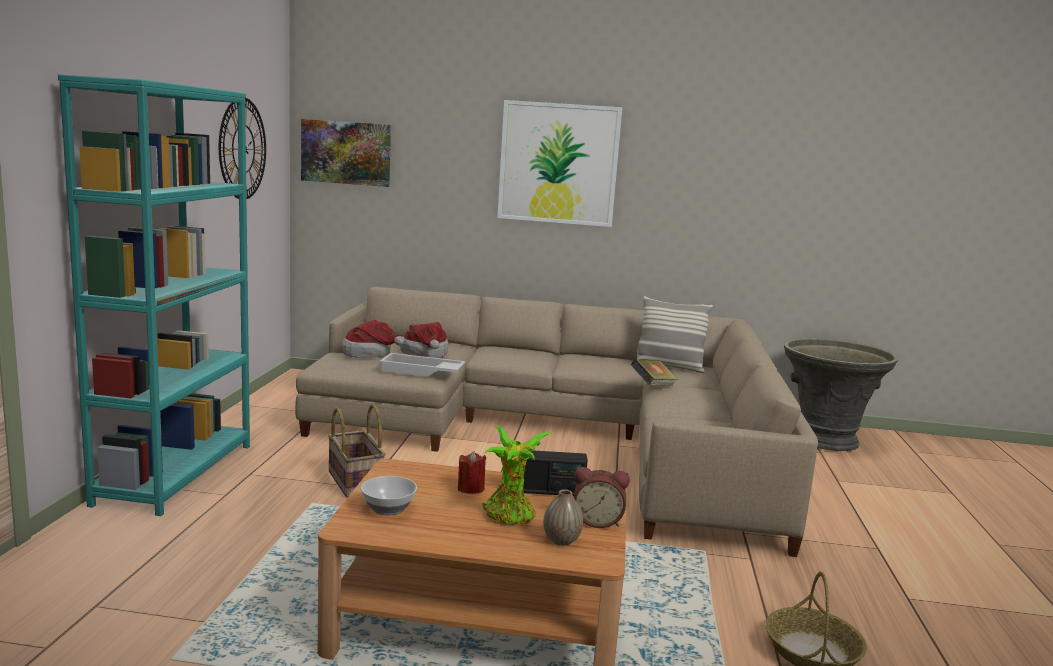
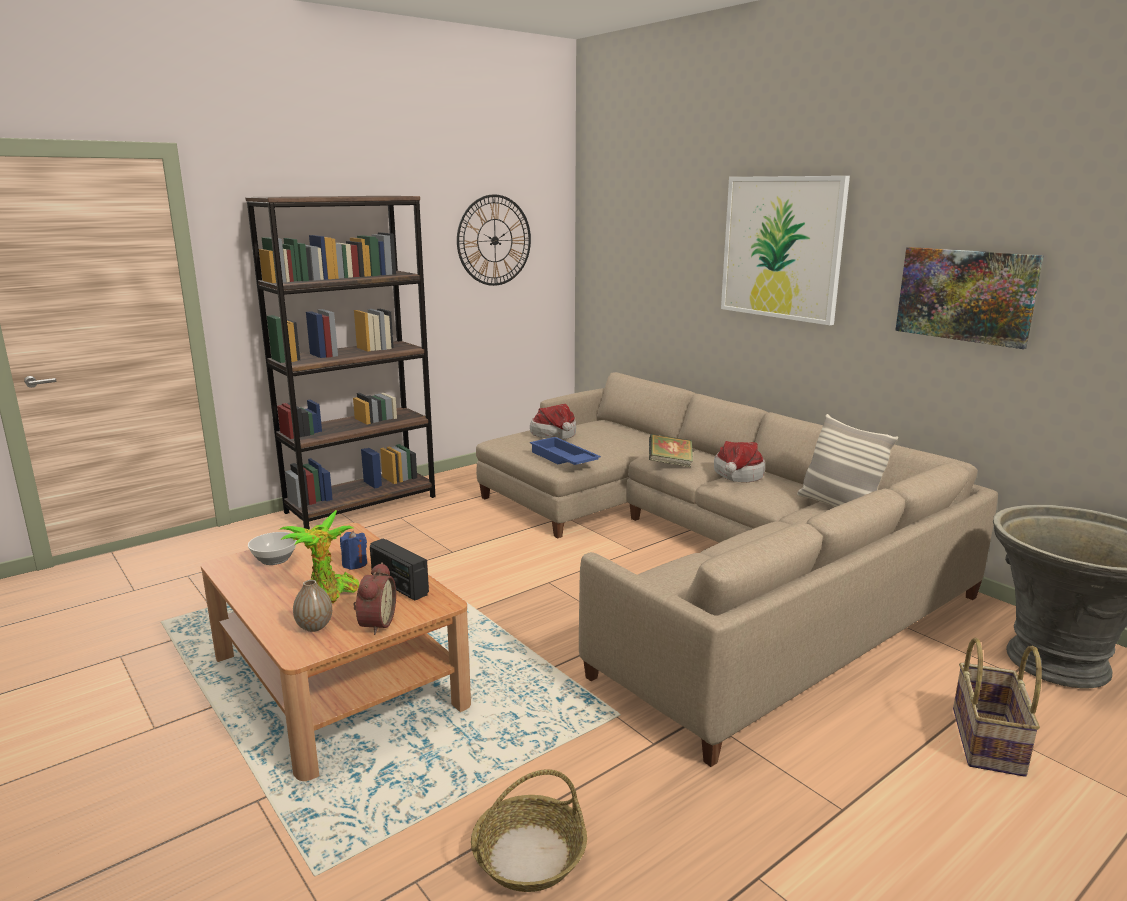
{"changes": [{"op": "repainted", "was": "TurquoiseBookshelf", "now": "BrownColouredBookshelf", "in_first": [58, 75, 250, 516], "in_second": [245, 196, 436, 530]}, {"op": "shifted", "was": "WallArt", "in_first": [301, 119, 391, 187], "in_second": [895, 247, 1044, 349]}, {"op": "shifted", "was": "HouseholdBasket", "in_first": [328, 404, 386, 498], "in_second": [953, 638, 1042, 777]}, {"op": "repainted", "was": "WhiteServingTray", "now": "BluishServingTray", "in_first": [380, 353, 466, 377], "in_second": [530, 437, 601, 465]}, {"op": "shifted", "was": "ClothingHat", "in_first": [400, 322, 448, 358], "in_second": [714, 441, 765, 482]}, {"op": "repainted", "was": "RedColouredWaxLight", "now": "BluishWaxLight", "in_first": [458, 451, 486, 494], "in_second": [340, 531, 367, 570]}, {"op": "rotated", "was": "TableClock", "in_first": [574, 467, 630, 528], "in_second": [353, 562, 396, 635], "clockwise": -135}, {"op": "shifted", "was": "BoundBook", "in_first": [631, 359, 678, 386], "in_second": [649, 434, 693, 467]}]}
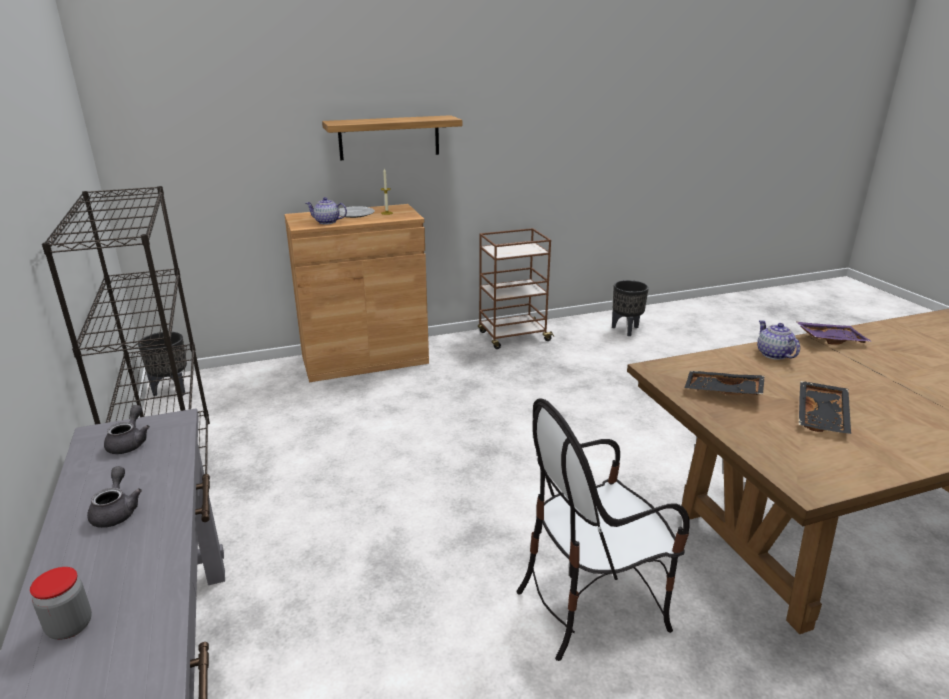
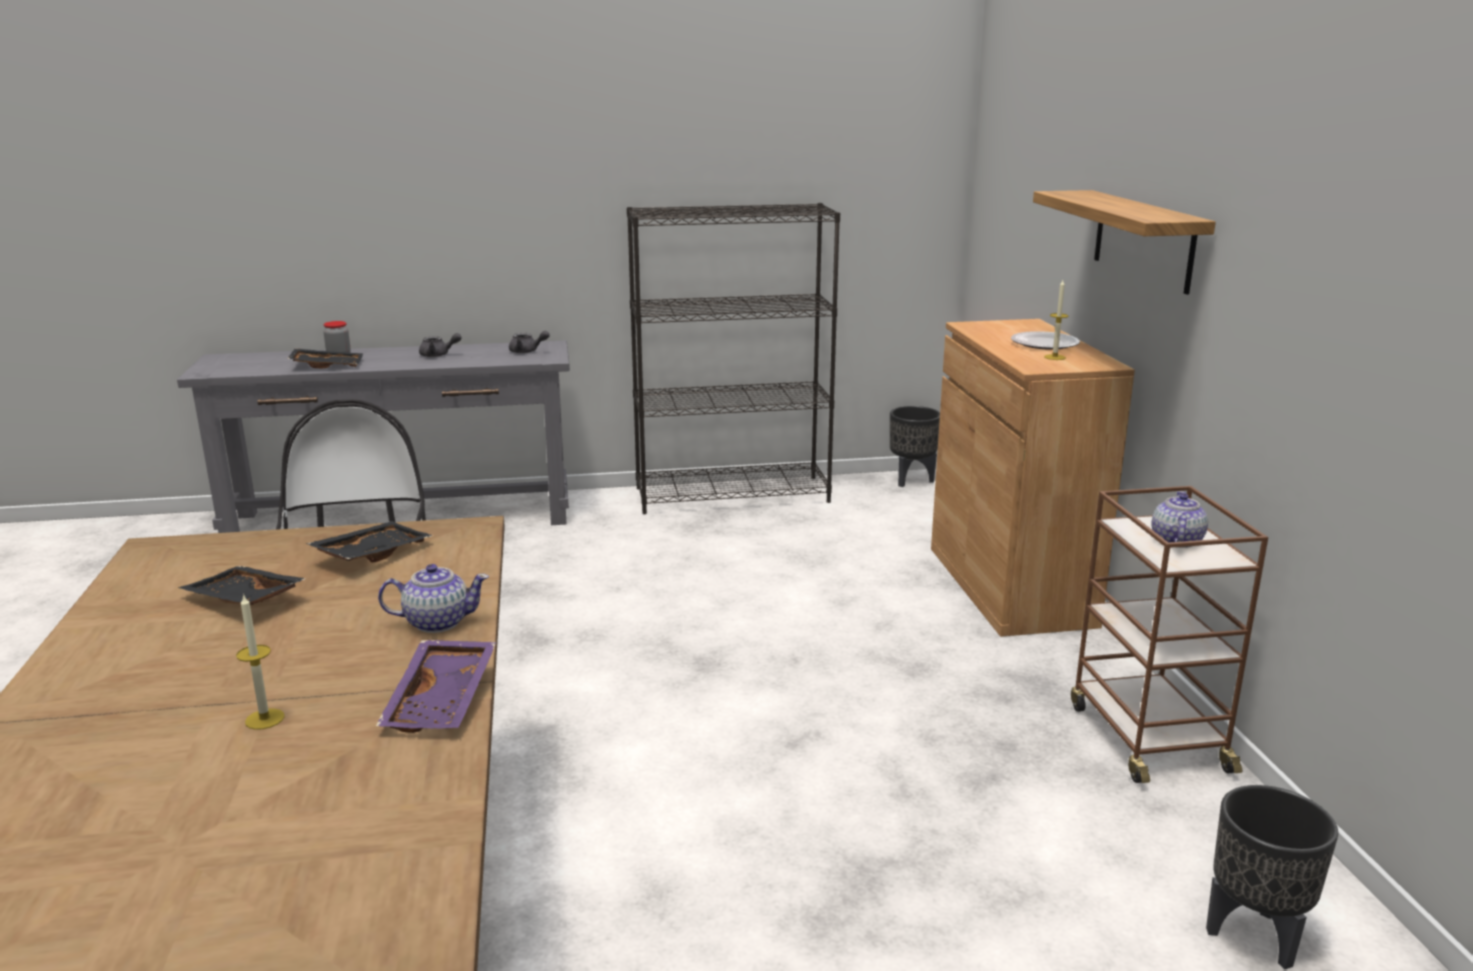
{"changes": [{"op": "shifted", "was": "Teapot", "in_first": [306, 197, 347, 224], "in_second": [1152, 491, 1208, 548]}, {"op": "new", "now": "WaxLight", "in_second": [236, 594, 285, 730]}, {"op": "new", "now": "BlackishServingTray", "in_second": [287, 348, 363, 368]}]}
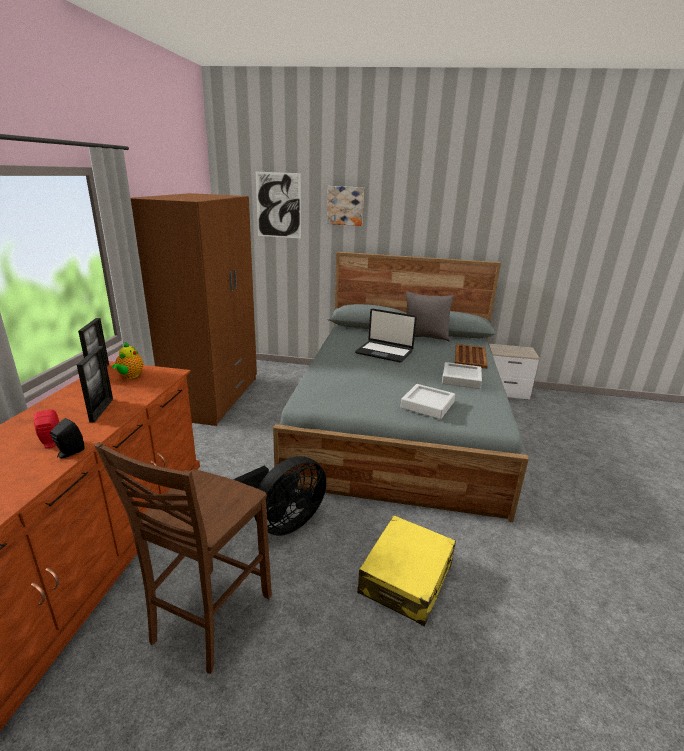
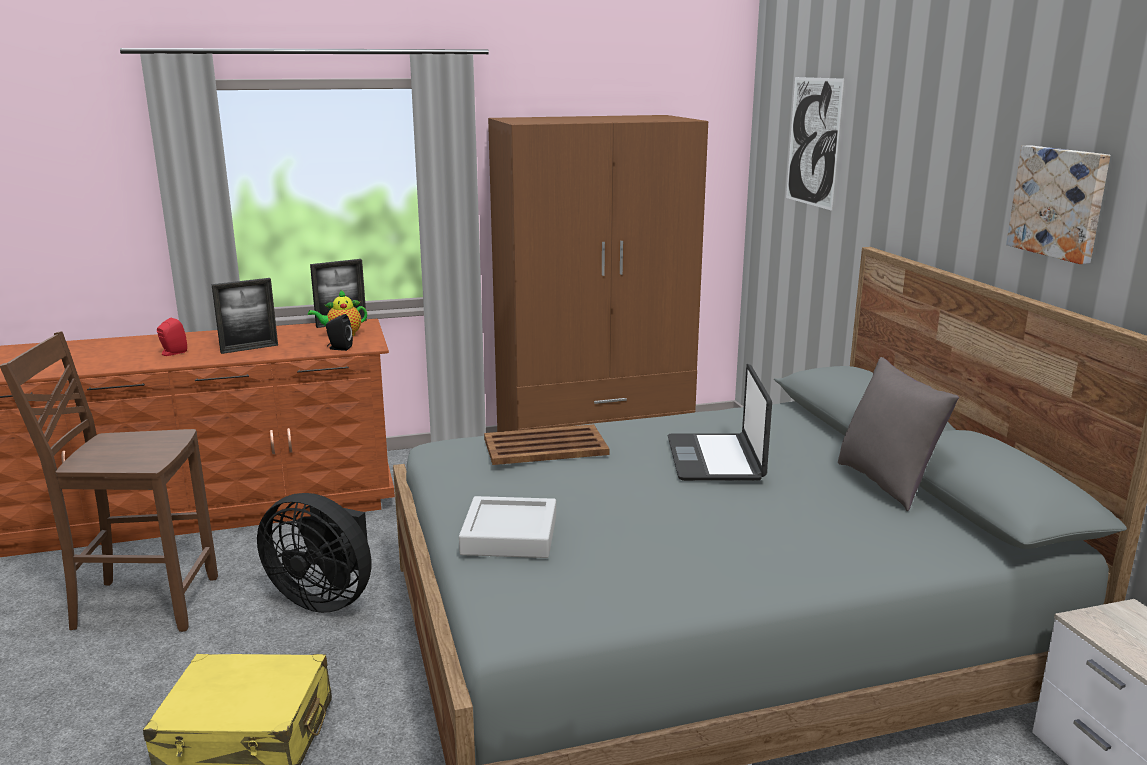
{"changes": [{"op": "shifted", "was": "BlackishAudioSpeaker", "in_first": [50, 418, 85, 458], "in_second": [326, 314, 353, 351]}, {"op": "shifted", "was": "WallArt", "in_first": [327, 186, 364, 226], "in_second": [1006, 146, 1110, 264]}, {"op": "gone", "was": "GrayServingTray", "in_first": [442, 362, 482, 389]}, {"op": "shifted", "was": "BrownColouredServingTray", "in_first": [455, 344, 488, 369], "in_second": [484, 424, 609, 465]}]}
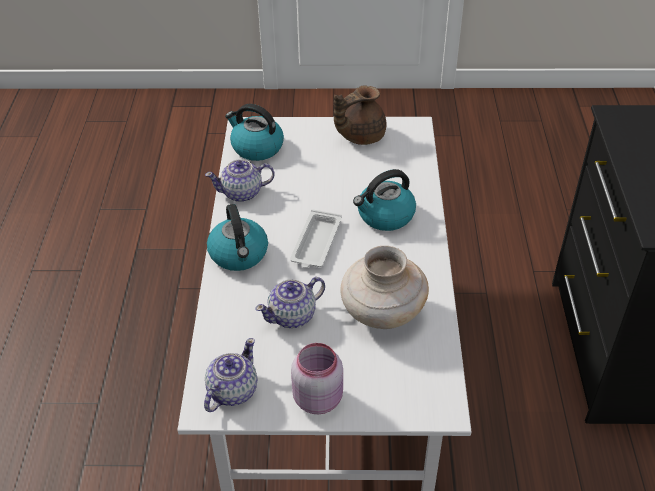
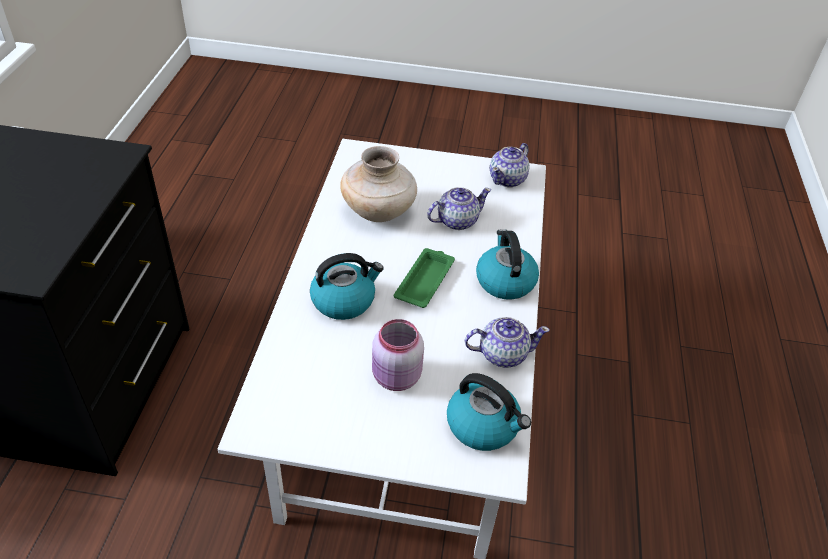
{"changes": [{"op": "repainted", "was": "WhiteServingTray", "now": "GreenColouredServingTray", "in_first": [290, 209, 342, 268], "in_second": [394, 248, 455, 308]}, {"op": "shifted", "was": "PinkJar", "in_first": [291, 343, 343, 414], "in_second": [372, 319, 424, 391]}, {"op": "gone", "was": "BrownColouredTeapot", "in_first": [334, 85, 386, 145]}]}
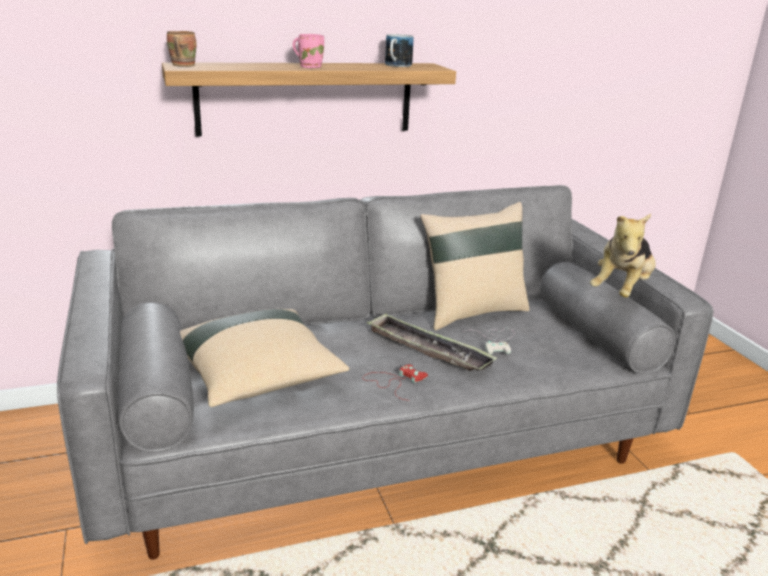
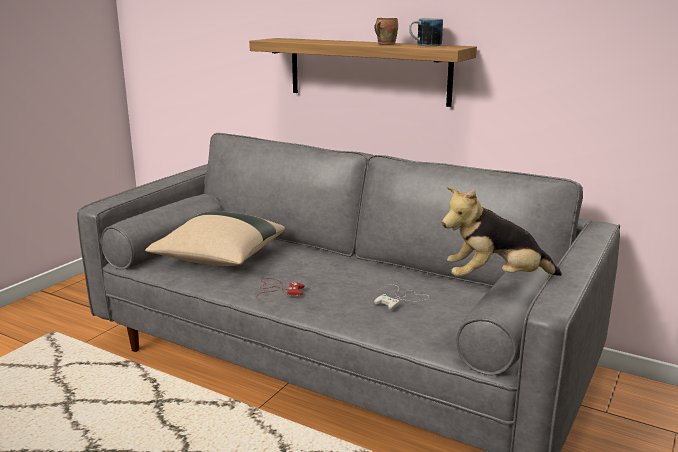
{"changes": [{"op": "shifted", "was": "BrownColouredCoffeeMug", "in_first": [167, 31, 196, 67], "in_second": [374, 18, 398, 45]}, {"op": "gone", "was": "PinkCoffeeMug", "in_first": [293, 34, 324, 68]}, {"op": "gone", "was": "ServingTray", "in_first": [367, 313, 497, 371]}, {"op": "gone", "was": "BeigePillow", "in_first": [420, 202, 529, 330]}]}
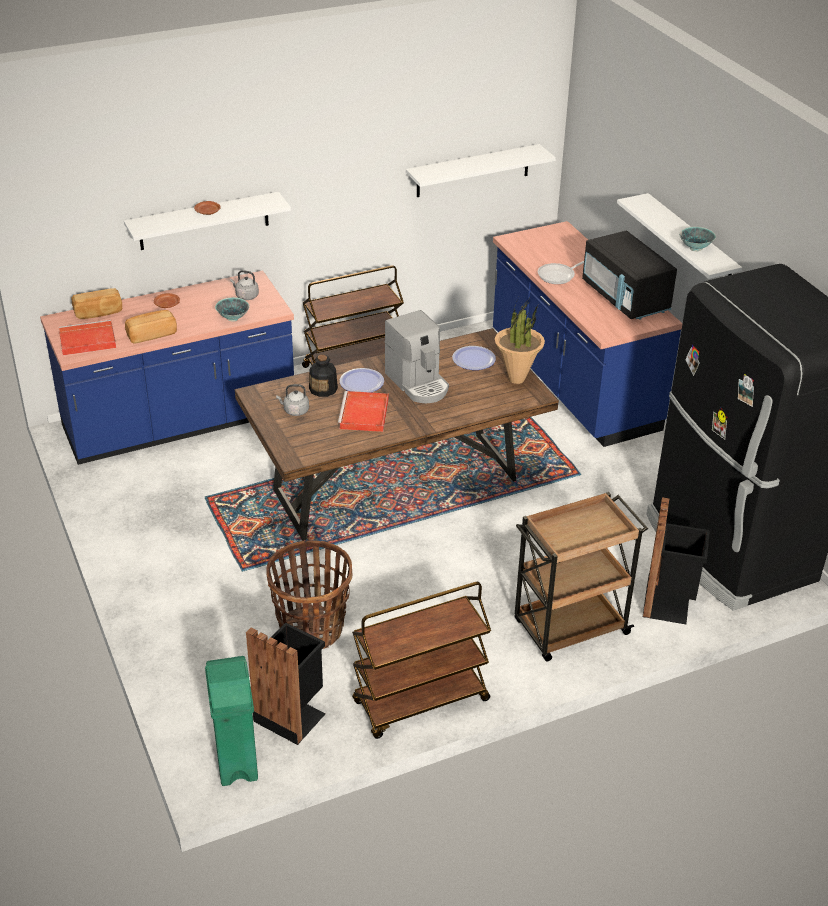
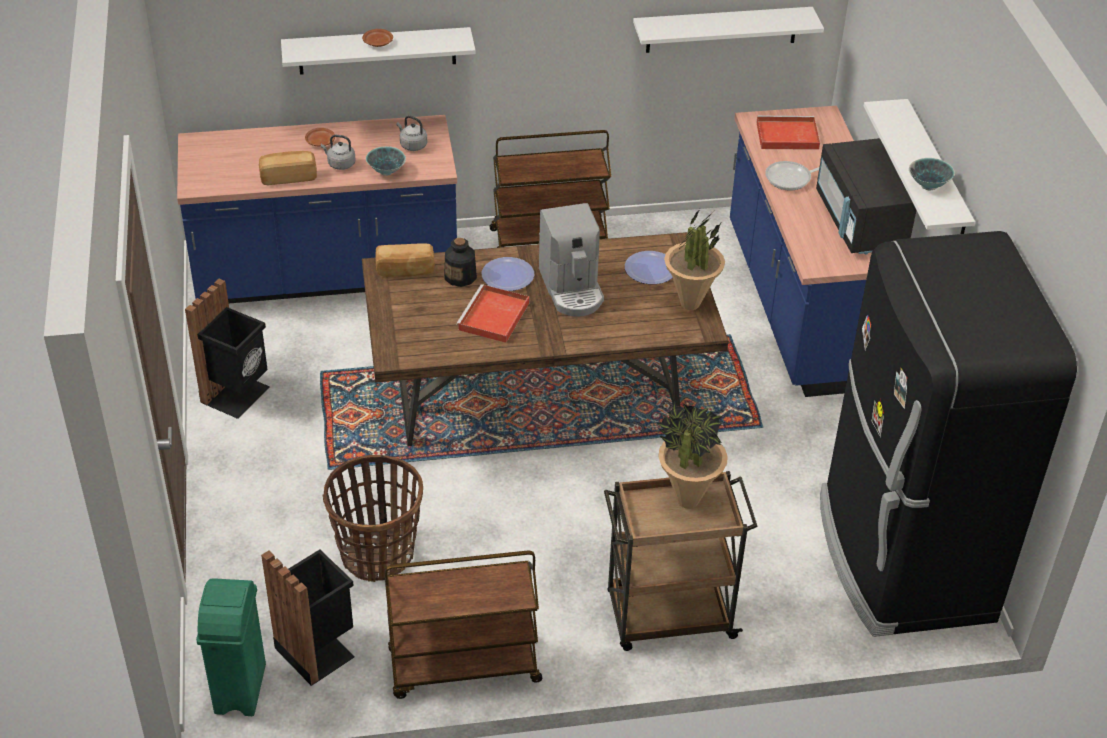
{"changes": [{"op": "shifted", "was": "RedColouredServingTray", "in_first": [58, 320, 117, 356], "in_second": [756, 115, 820, 150]}, {"op": "shifted", "was": "Bread", "in_first": [72, 288, 122, 319], "in_second": [375, 243, 435, 277]}, {"op": "shifted", "was": "GrayKettle", "in_first": [276, 384, 309, 416], "in_second": [321, 135, 356, 170]}, {"op": "shifted", "was": "BlackishTrashCan", "in_first": [643, 497, 710, 624], "in_second": [185, 279, 270, 419]}, {"op": "new", "now": "PottedPlant", "in_second": [657, 402, 728, 509]}]}
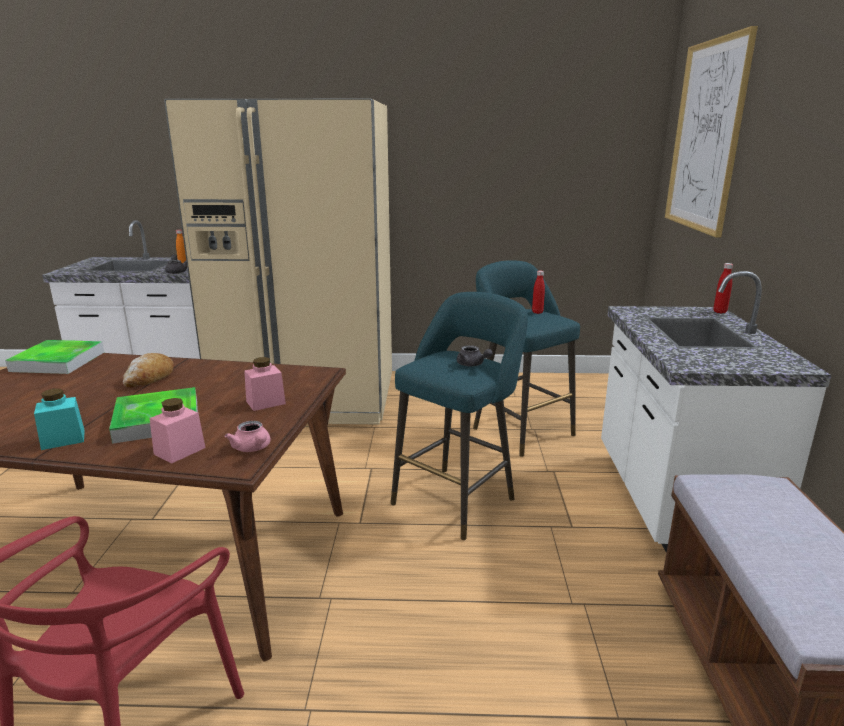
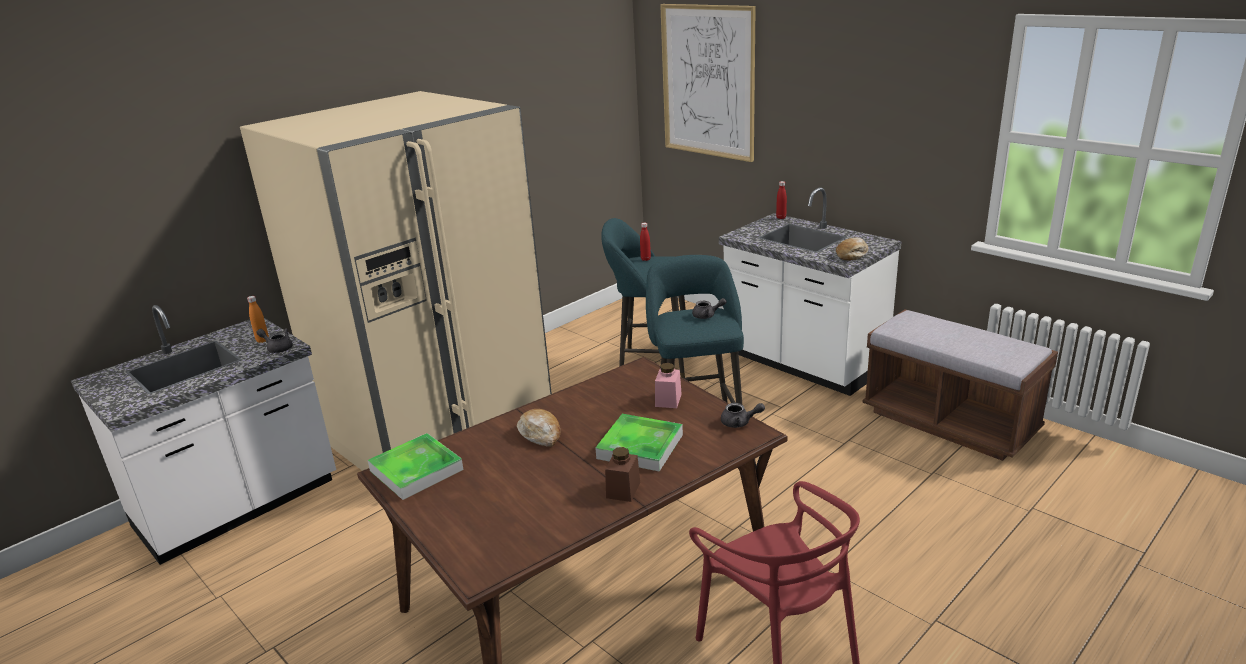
{"changes": [{"op": "repainted", "was": "TurquoiseJar", "now": "BrownColouredJar", "in_first": [34, 388, 85, 450], "in_second": [605, 447, 640, 502]}, {"op": "gone", "was": "PinkJar", "in_first": [150, 398, 206, 463]}, {"op": "repainted", "was": "PinkTeapot", "now": "GrayTeapot", "in_first": [225, 421, 270, 452], "in_second": [721, 403, 765, 428]}, {"op": "new", "now": "Bread", "in_second": [836, 238, 869, 260]}]}
